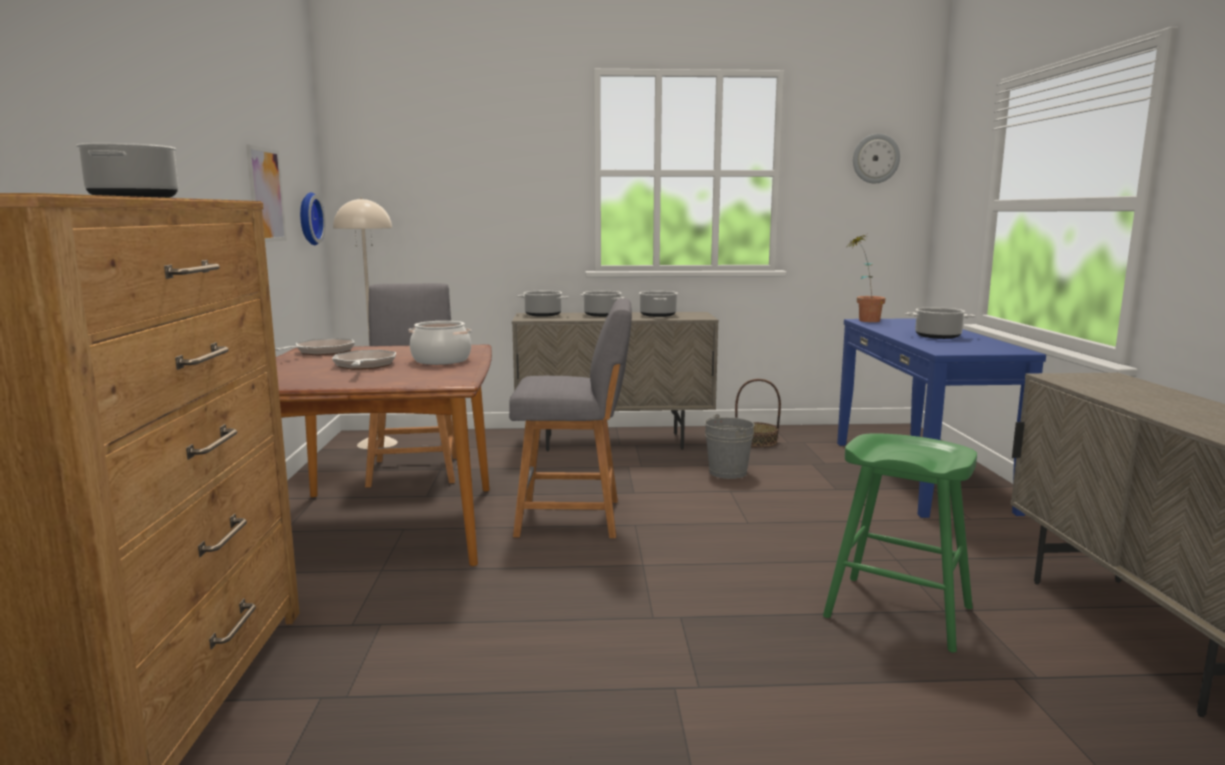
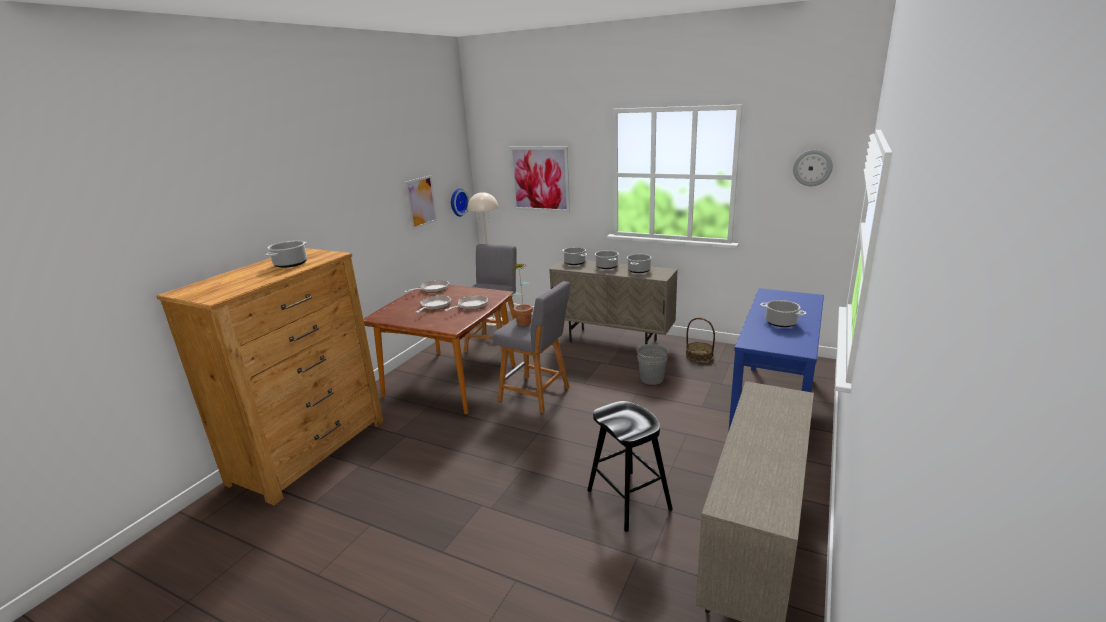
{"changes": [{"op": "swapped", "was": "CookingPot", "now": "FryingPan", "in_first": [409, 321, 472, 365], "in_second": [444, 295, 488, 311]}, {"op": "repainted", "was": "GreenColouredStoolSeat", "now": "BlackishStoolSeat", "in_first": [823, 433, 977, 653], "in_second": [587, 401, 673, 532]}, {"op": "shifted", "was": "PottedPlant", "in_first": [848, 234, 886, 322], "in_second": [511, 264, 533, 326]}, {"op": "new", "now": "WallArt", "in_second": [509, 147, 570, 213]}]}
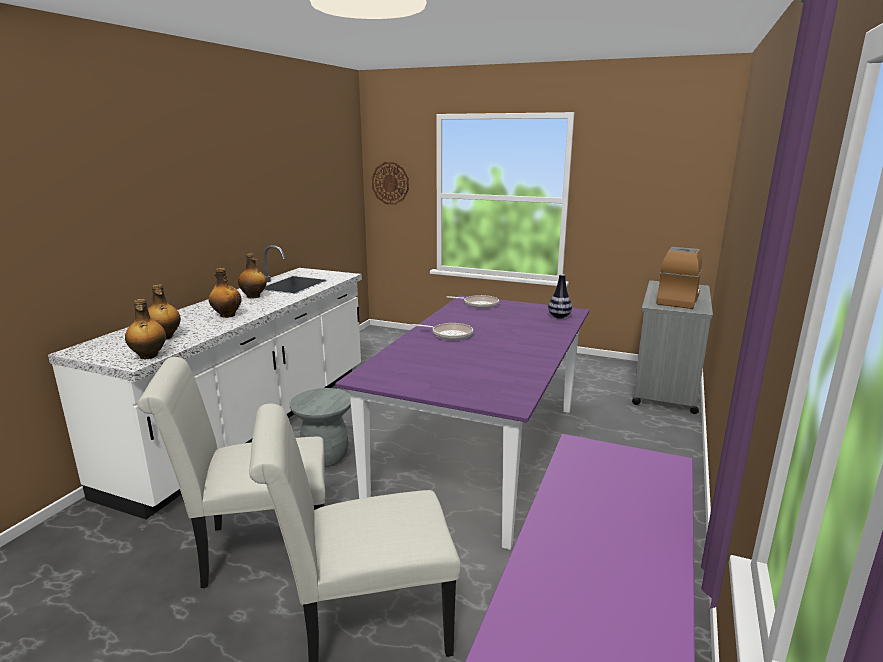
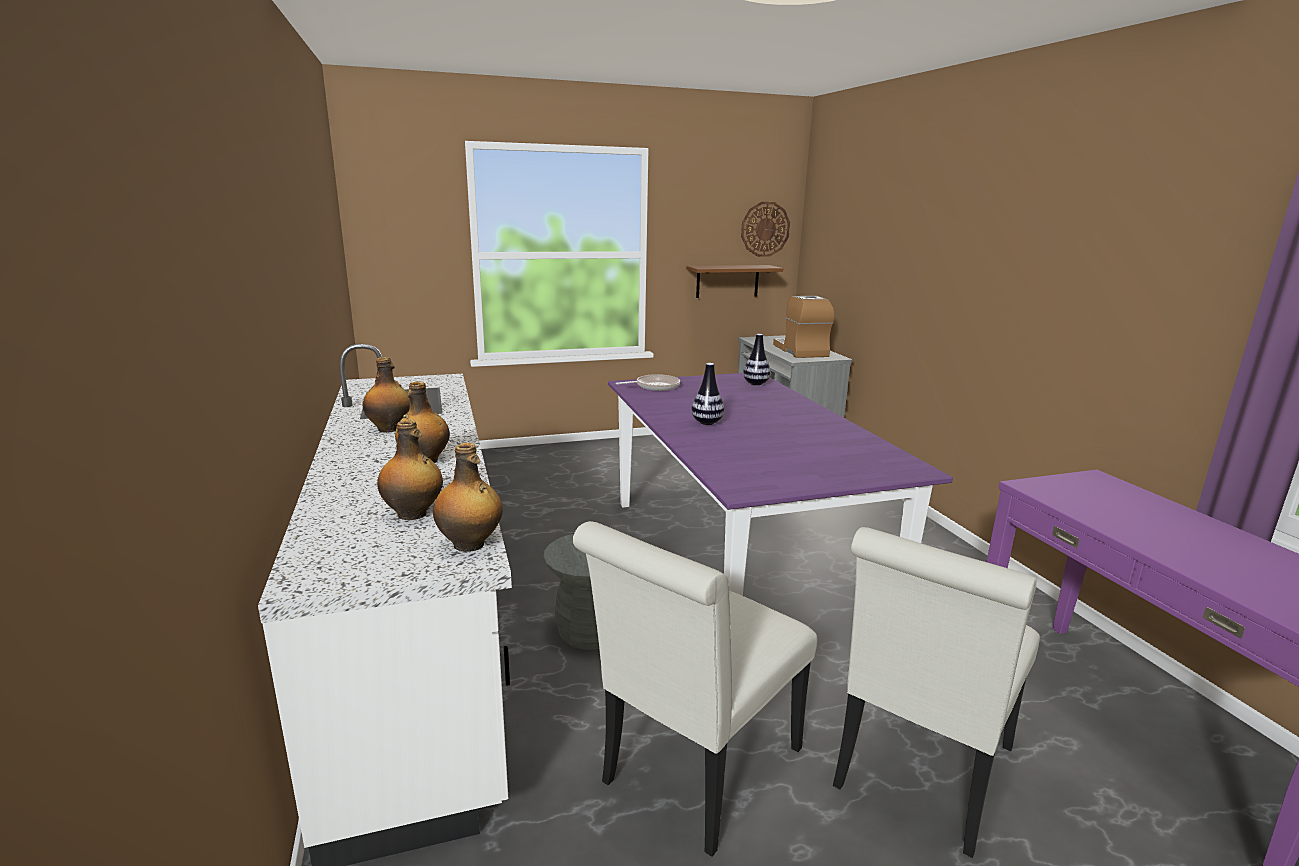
{"changes": [{"op": "shifted", "was": "ClockOnTheWall", "in_first": [372, 162, 409, 205], "in_second": [741, 202, 790, 257]}, {"op": "swapped", "was": "FryingPan", "now": "Vase", "in_first": [413, 323, 473, 340], "in_second": [691, 363, 724, 425]}, {"op": "new", "now": "BrownColouredBracketShelf", "in_second": [686, 265, 783, 298]}]}
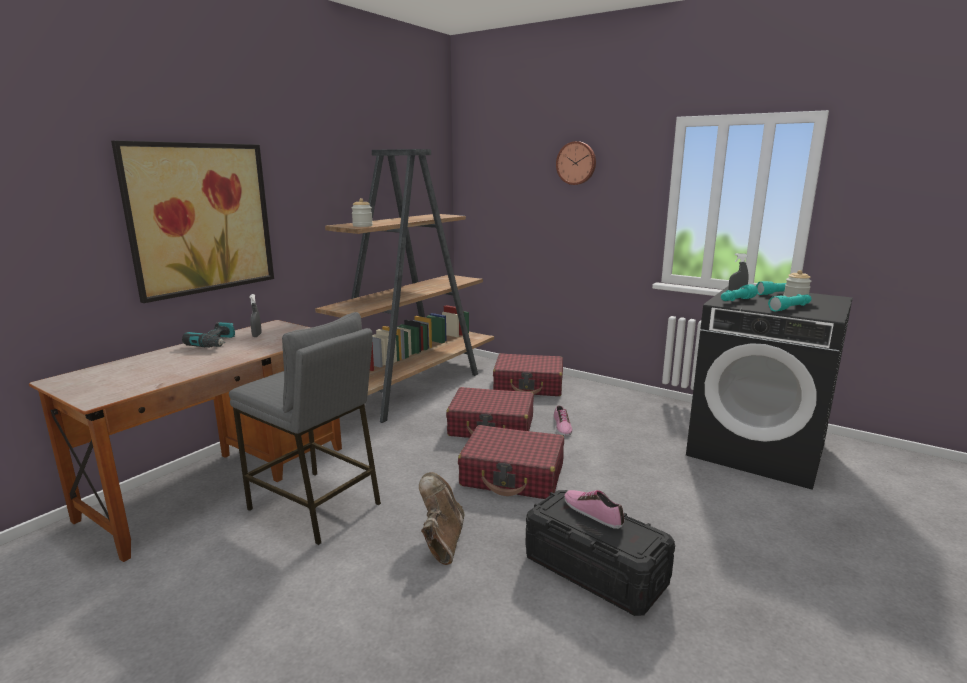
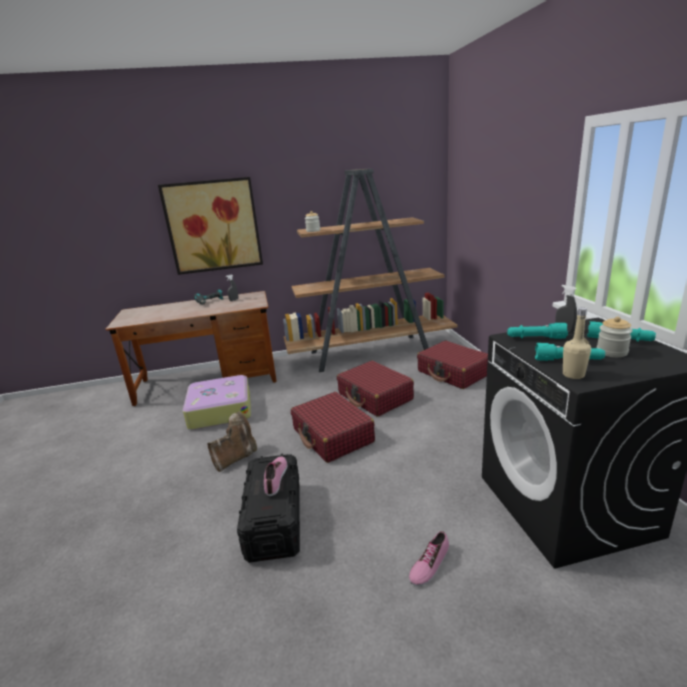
{"changes": [{"op": "swapped", "was": "GrayStoolSeat", "now": "TravelCase", "in_first": [229, 312, 381, 545], "in_second": [183, 375, 251, 430]}, {"op": "shifted", "was": "Shoe", "in_first": [554, 405, 572, 436], "in_second": [409, 531, 449, 586]}, {"op": "gone", "was": "ClockOnTheWall", "in_first": [556, 141, 596, 185]}, {"op": "new", "now": "BeigeBottle", "in_second": [563, 307, 591, 379]}]}
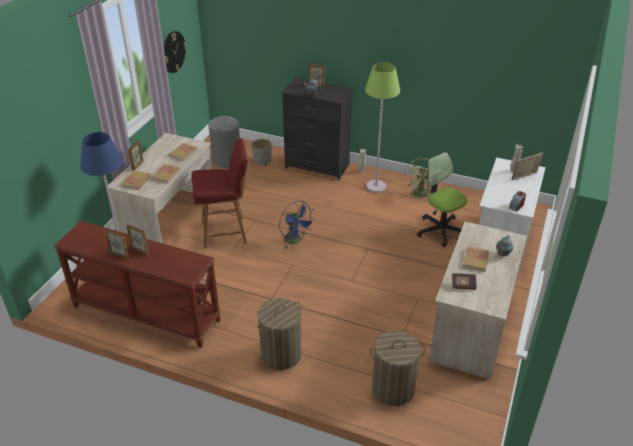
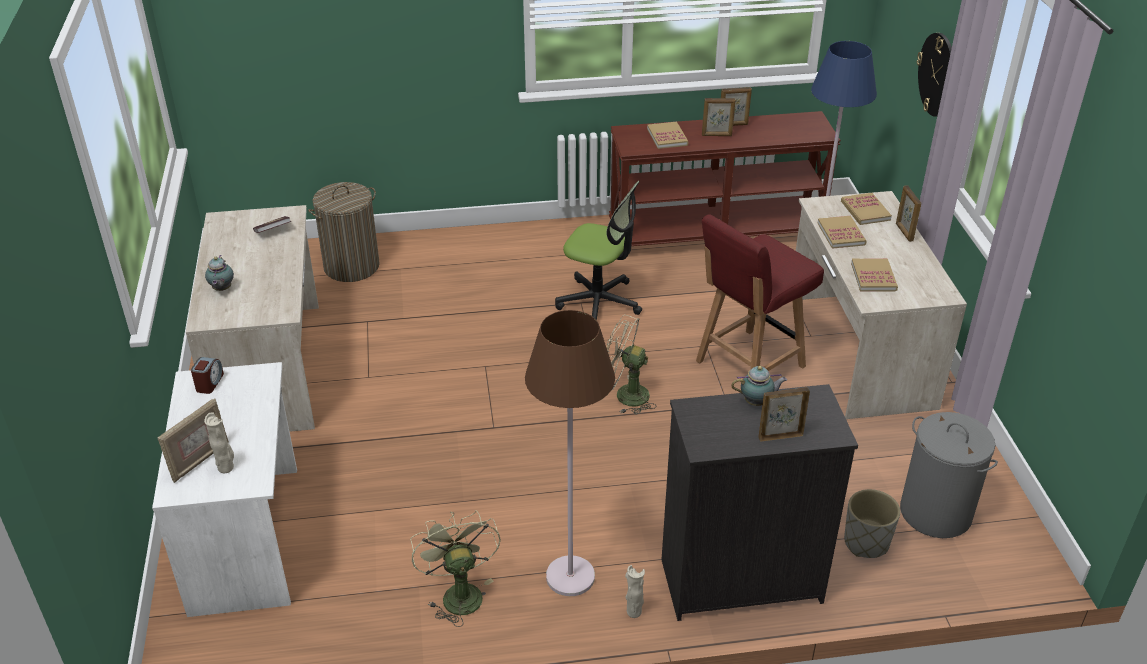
{"changes": [{"op": "shifted", "was": "ClockOnTheWall", "in_first": [163, 31, 187, 73], "in_second": [917, 33, 952, 117]}, {"op": "gone", "was": "Hamper", "in_first": [257, 298, 302, 370]}, {"op": "repainted", "was": "BluishElectricFan", "now": "BeigeElectricFan", "in_first": [279, 201, 315, 249], "in_second": [606, 315, 656, 415]}, {"op": "repainted", "was": "GreenColouredStandingLamp", "now": "BrownColouredStandingLamp", "in_first": [365, 63, 400, 193], "in_second": [525, 310, 615, 596]}, {"op": "shifted", "was": "OfficeChair", "in_first": [417, 152, 468, 247], "in_second": [555, 181, 642, 320]}, {"op": "shifted", "was": "BoundBook", "in_first": [463, 246, 490, 272], "in_second": [647, 122, 688, 149]}]}
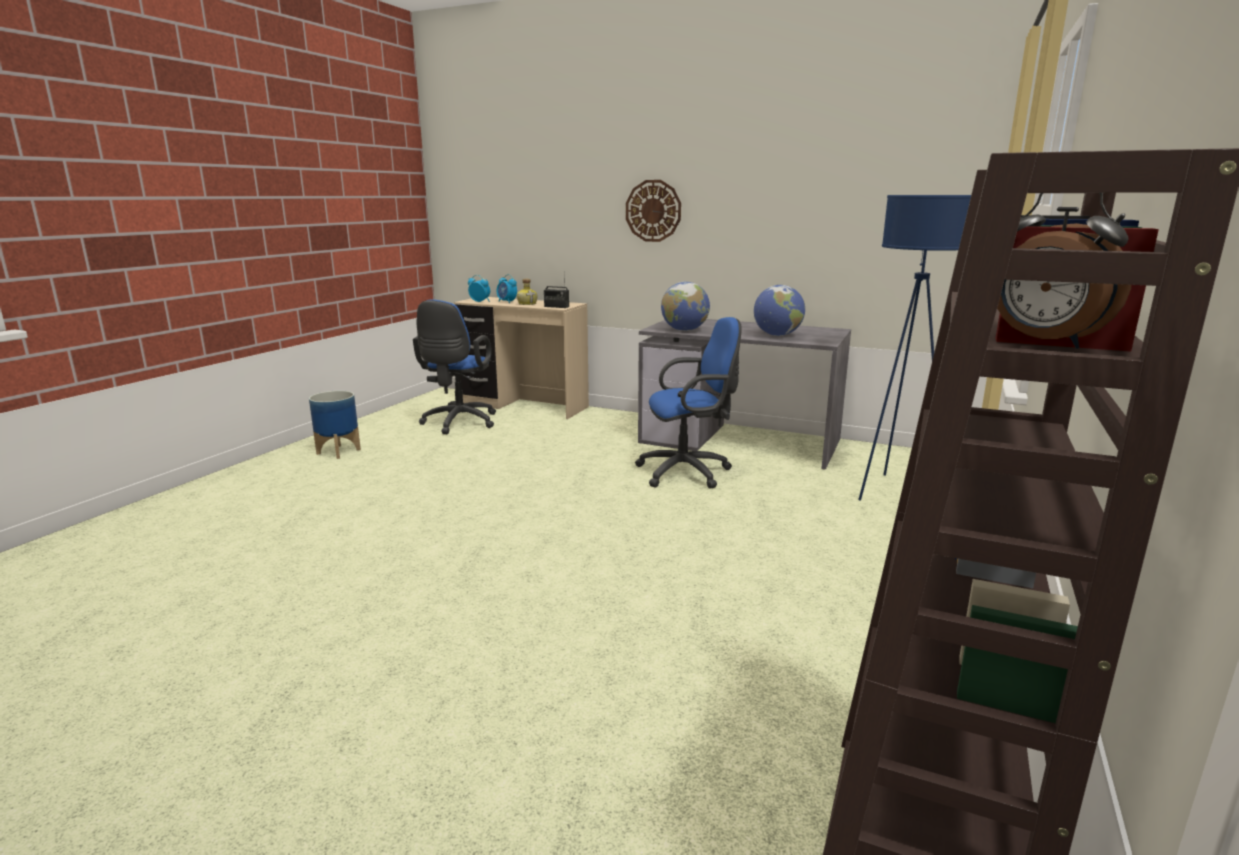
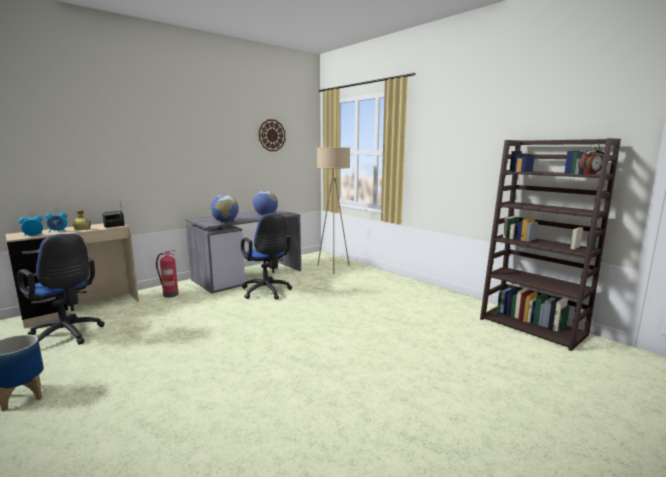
{"changes": [{"op": "shifted", "was": "ClockOnTheWall", "in_first": [626, 180, 681, 242], "in_second": [259, 119, 285, 151]}, {"op": "rotated", "was": "BluishOfficeChair", "in_first": [635, 317, 742, 489], "in_second": [241, 213, 292, 300], "clockwise": 135}, {"op": "repainted", "was": "BluishStandingLamp", "now": "BeigeStandingLamp", "in_first": [858, 195, 971, 500], "in_second": [317, 147, 350, 274]}, {"op": "new", "now": "FireFightingCylinder", "in_second": [156, 250, 179, 298]}]}
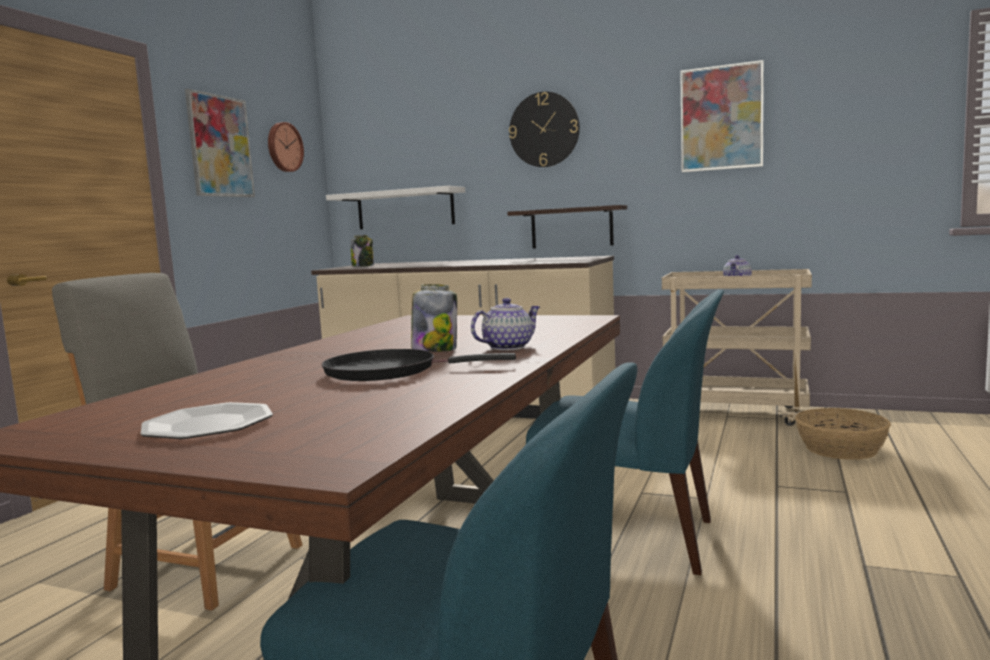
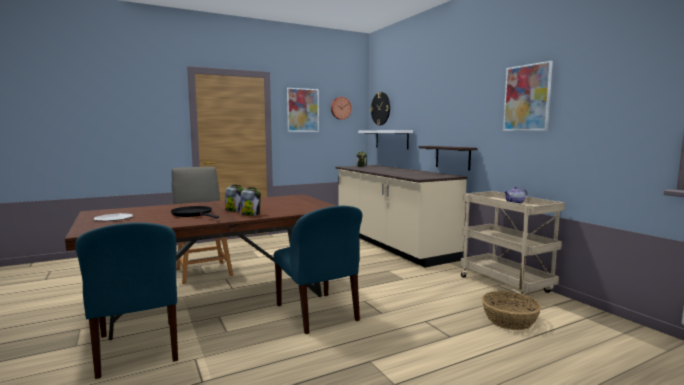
{"changes": [{"op": "swapped", "was": "Teapot", "now": "Jar", "in_first": [471, 298, 540, 350], "in_second": [240, 187, 261, 216]}, {"op": "shifted", "was": "ClockOnTheWall", "in_first": [509, 92, 580, 167], "in_second": [370, 92, 390, 125]}]}
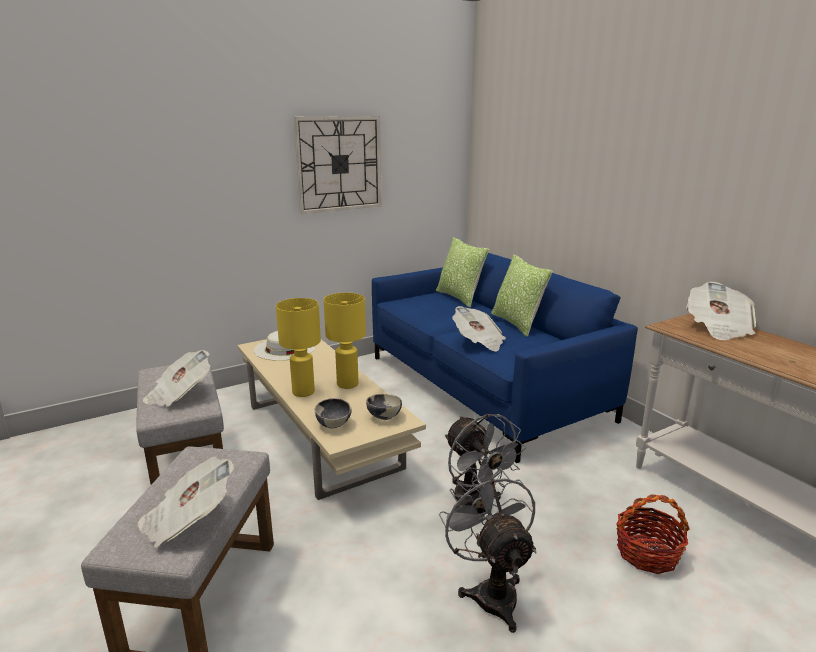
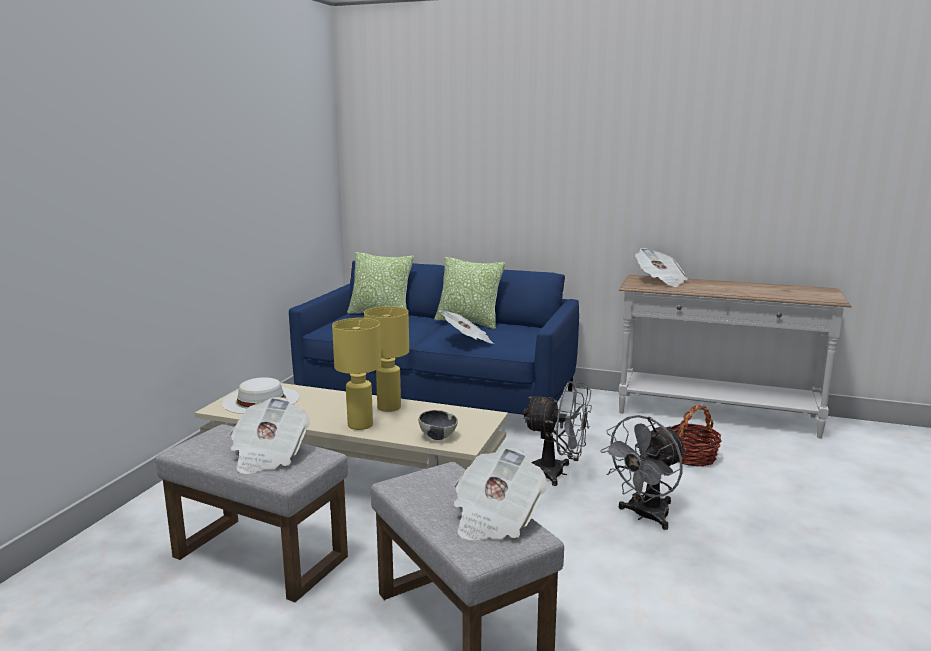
{"changes": [{"op": "gone", "was": "ClockOnTheWall", "in_first": [294, 116, 382, 214]}, {"op": "gone", "was": "Bowl", "in_first": [366, 394, 402, 420]}, {"op": "rotated", "was": "GrayElectricFan", "in_first": [439, 468, 537, 633], "in_second": [600, 415, 686, 530], "clockwise": -75}]}
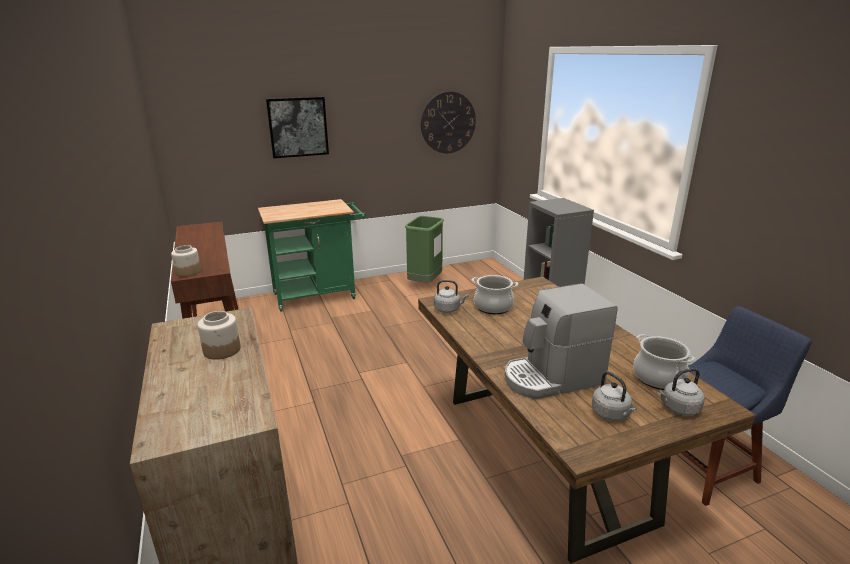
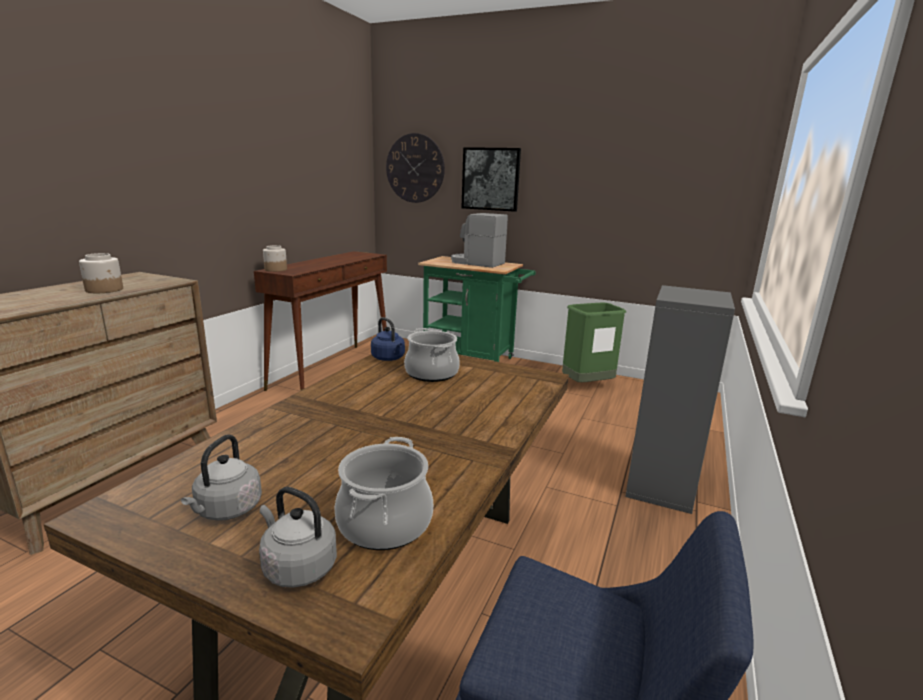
{"changes": [{"op": "shifted", "was": "ClockOnTheWall", "in_first": [421, 91, 476, 153], "in_second": [386, 133, 445, 203]}, {"op": "repainted", "was": "GrayKettle", "now": "BluishKettle", "in_first": [434, 280, 468, 313], "in_second": [371, 317, 405, 361]}, {"op": "shifted", "was": "CoffeeMaker", "in_first": [505, 283, 618, 399], "in_second": [451, 213, 508, 268]}]}
